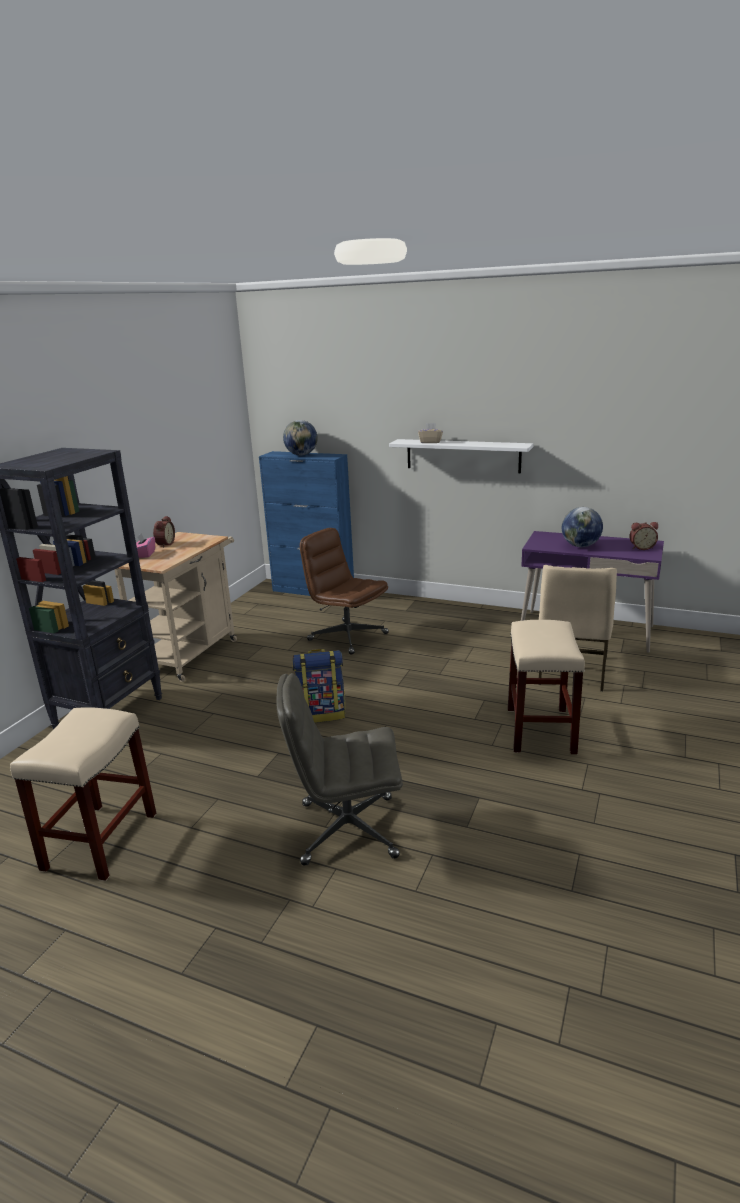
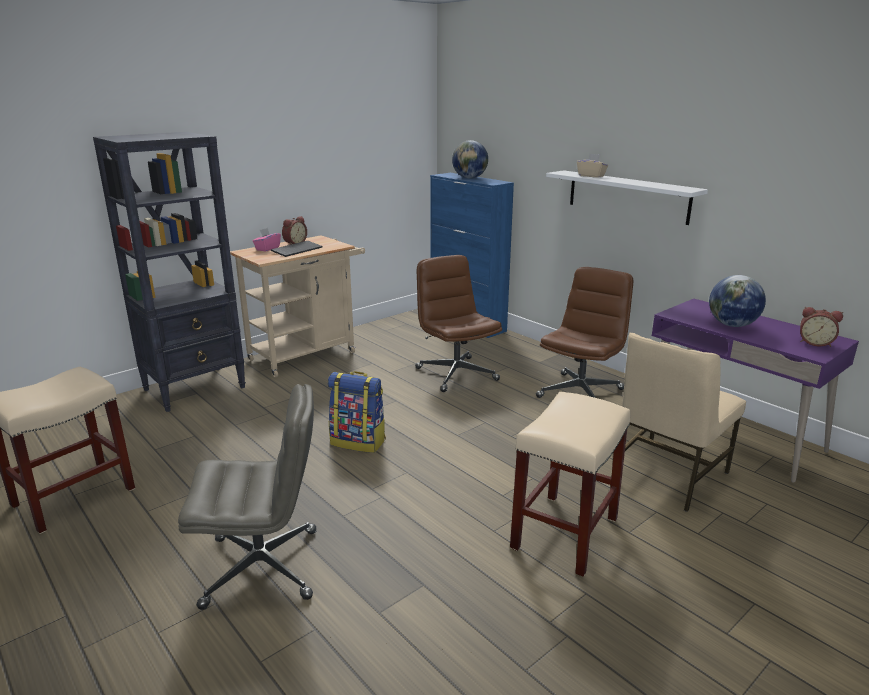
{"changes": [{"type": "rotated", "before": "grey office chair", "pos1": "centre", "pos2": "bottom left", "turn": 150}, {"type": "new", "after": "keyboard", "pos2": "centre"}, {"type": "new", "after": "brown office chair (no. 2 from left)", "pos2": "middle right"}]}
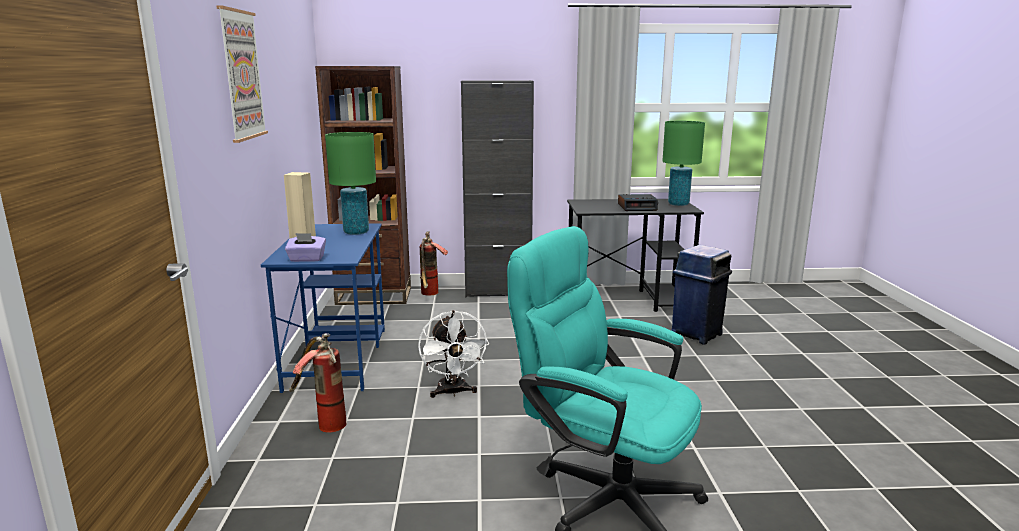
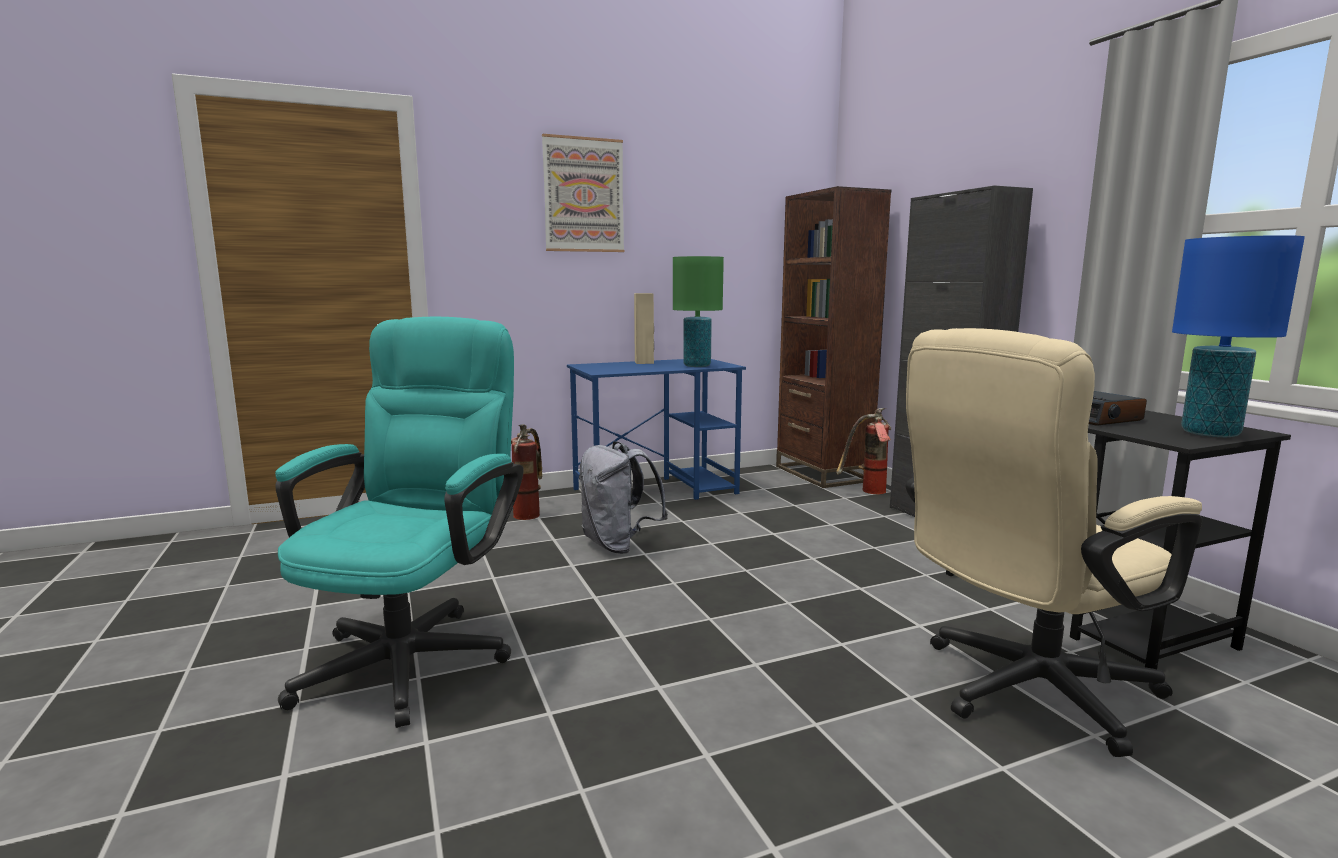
{"changes": [{"type": "swapped", "before": "white fan", "after": "grey backpack", "pos1": "bottom centre", "pos2": "centre"}, {"type": "swapped", "before": "blue trash can", "after": "beige office chair", "pos1": "middle right", "pos2": "middle right"}, {"type": "repainted", "before": "green table lamp (no. 2 from left)", "after": "blue table lamp", "pos1": "top right", "pos2": "middle right"}, {"type": "gone", "before": "purple tissue box", "pos1": "middle left"}]}
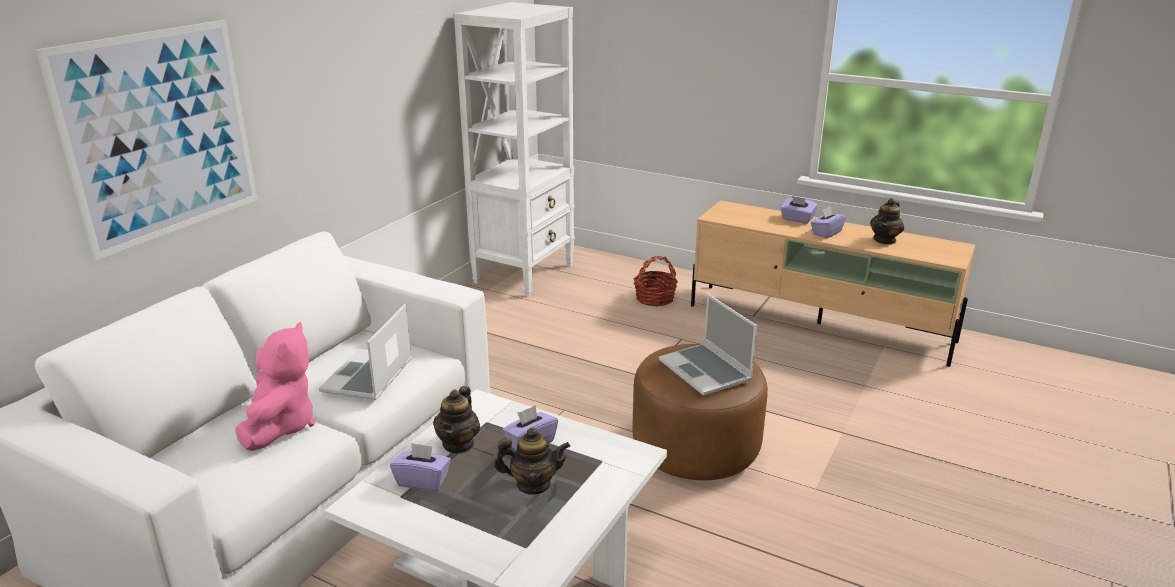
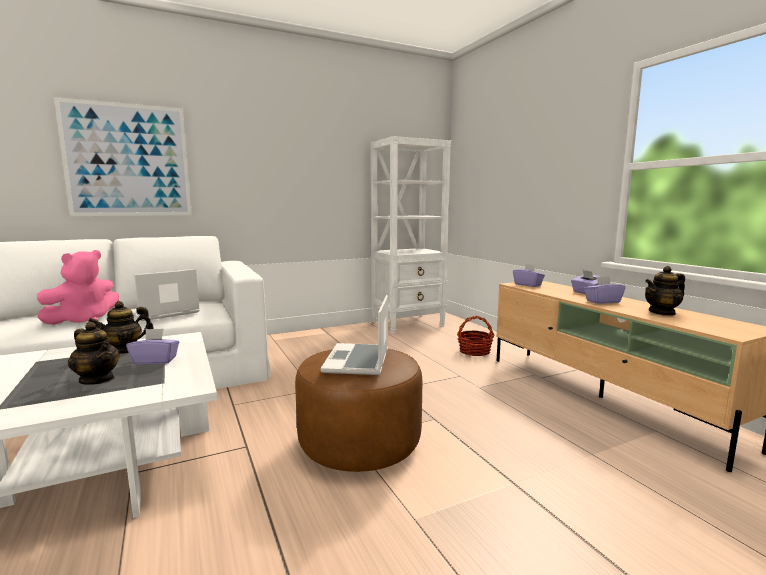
{"changes": [{"type": "shifted", "before": "purple tissue box (no. 1 from left in the first image)", "after": "purple tissue box (no. 2 from left)", "pos1": "bottom centre", "pos2": "middle right"}]}
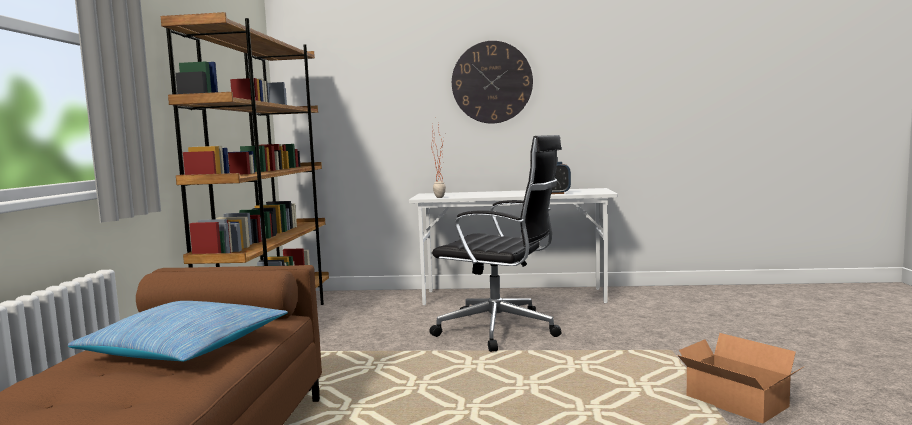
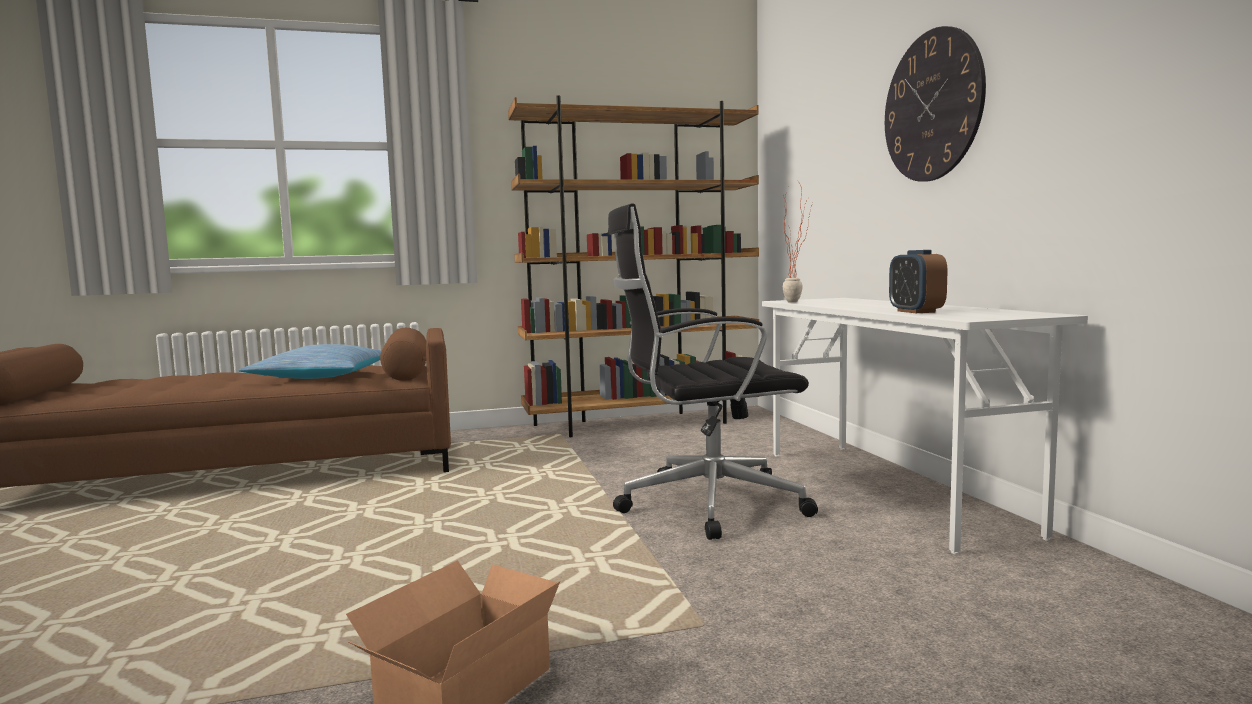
{"changes": [{"type": "rotated", "before": "black office chair", "pos1": "centre", "pos2": "centre", "turn": 75}]}
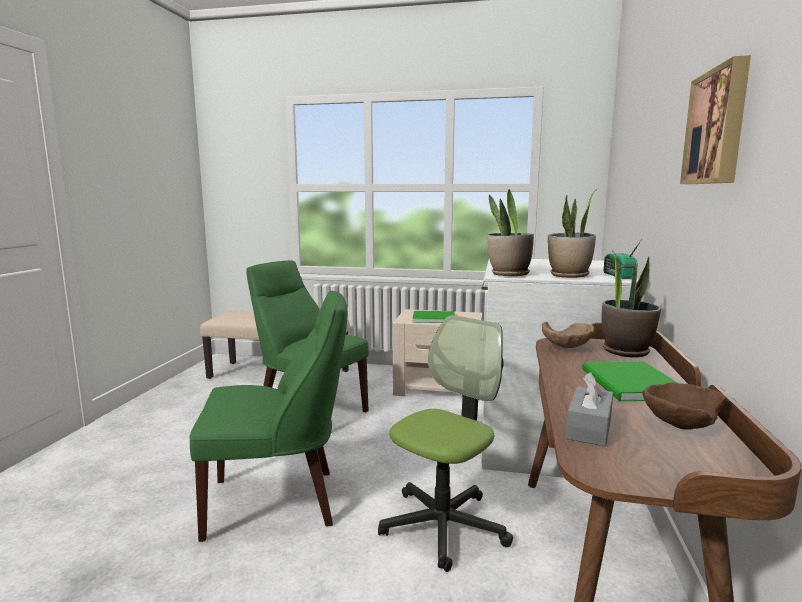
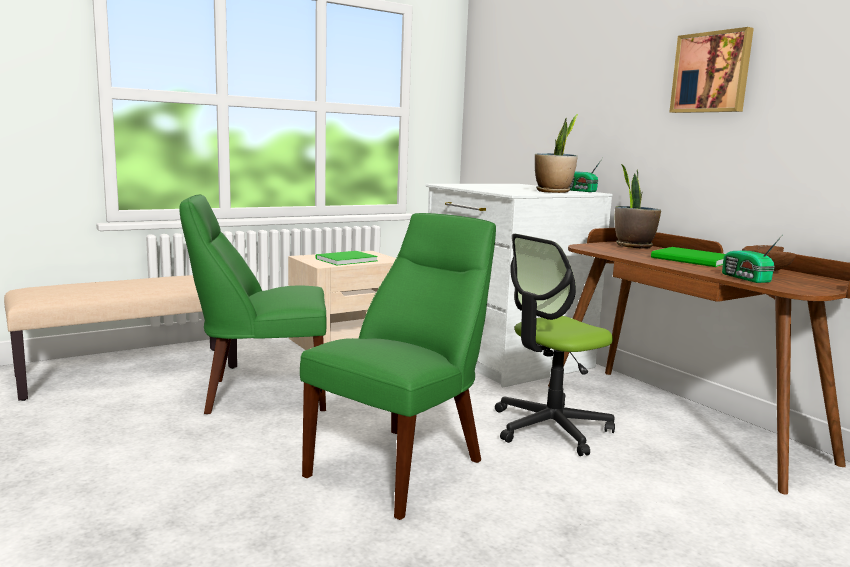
{"changes": [{"type": "rotated", "before": "office chair", "pos1": "bottom centre", "pos2": "centre", "turn": -120}, {"type": "swapped", "before": "grey tissue box", "after": "radio (no. 2 from left)", "pos1": "bottom right", "pos2": "middle right"}, {"type": "gone", "before": "potted plant (no. 1 from left)", "pos1": "centre"}, {"type": "gone", "before": "brown bowl (no. 1 from left)", "pos1": "middle right"}]}
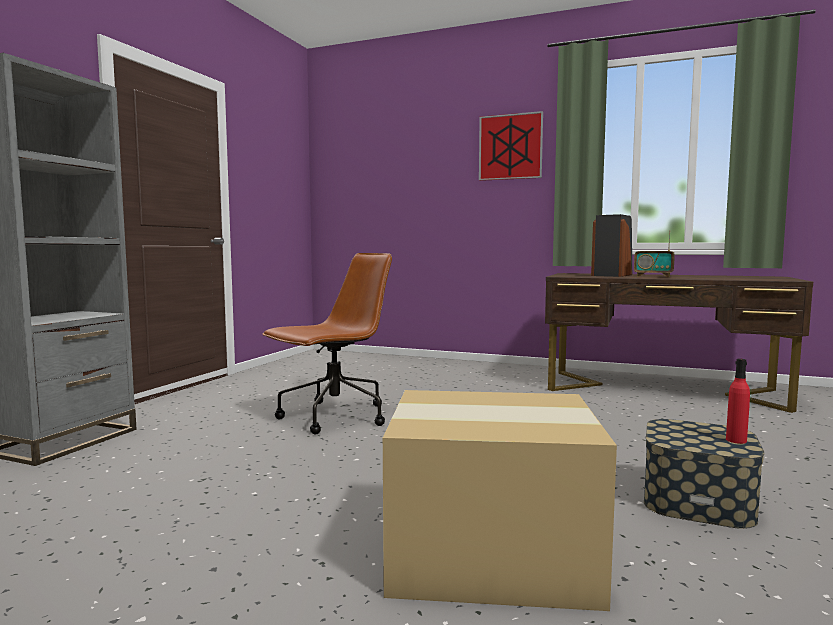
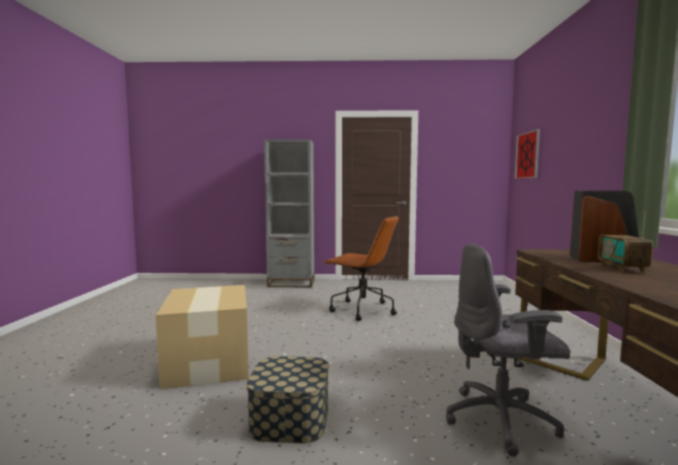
{"changes": [{"type": "new", "after": "grey office chair", "pos2": "bottom right"}, {"type": "shifted", "before": "picture", "pos1": "top centre", "pos2": "top right"}, {"type": "gone", "before": "red bottle", "pos1": "middle right"}]}
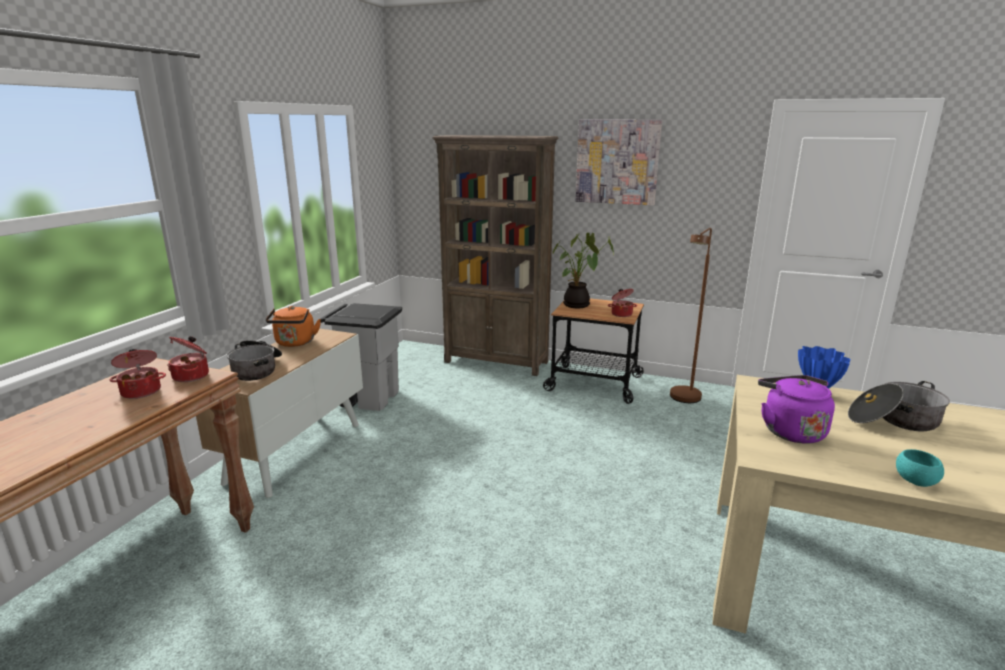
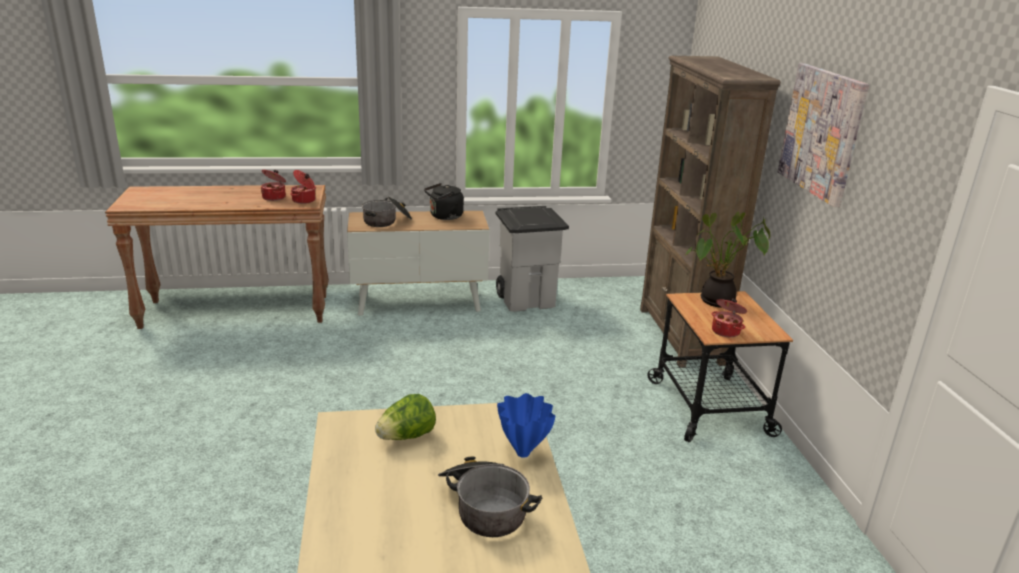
{"changes": [{"type": "swapped", "before": "purple kettle", "after": "lettuce", "pos1": "middle right", "pos2": "bottom centre"}, {"type": "repainted", "before": "orange kettle", "after": "black kettle", "pos1": "middle left", "pos2": "centre"}, {"type": "gone", "before": "brown floor lamp", "pos1": "middle right"}, {"type": "gone", "before": "turquoise bowl", "pos1": "bottom right"}]}
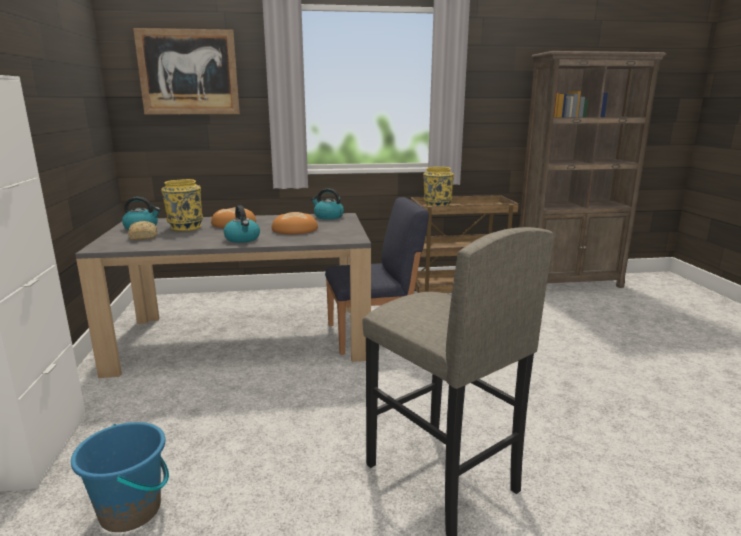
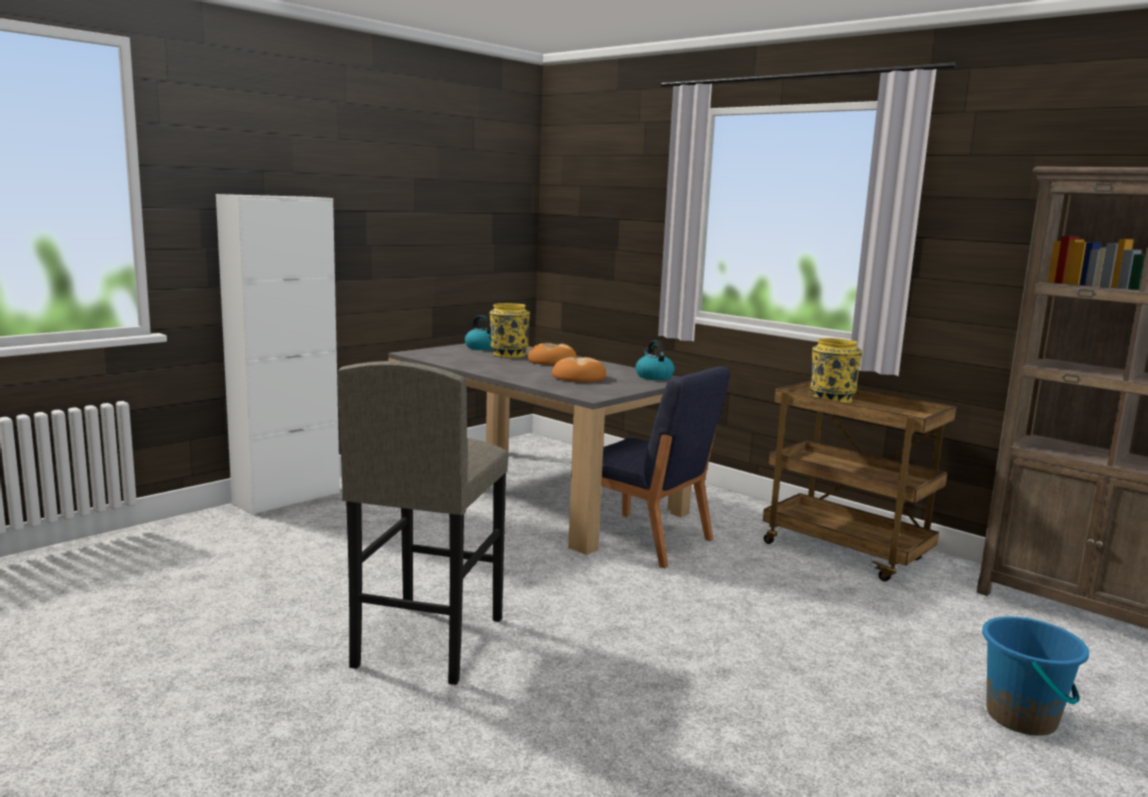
{"changes": [{"type": "shifted", "before": "blue bucket", "pos1": "bottom left", "pos2": "bottom right"}, {"type": "gone", "before": "bread (no. 1 from left)", "pos1": "middle left"}, {"type": "gone", "before": "picture", "pos1": "top left"}, {"type": "gone", "before": "kettle (no. 2 from left)", "pos1": "middle left"}]}
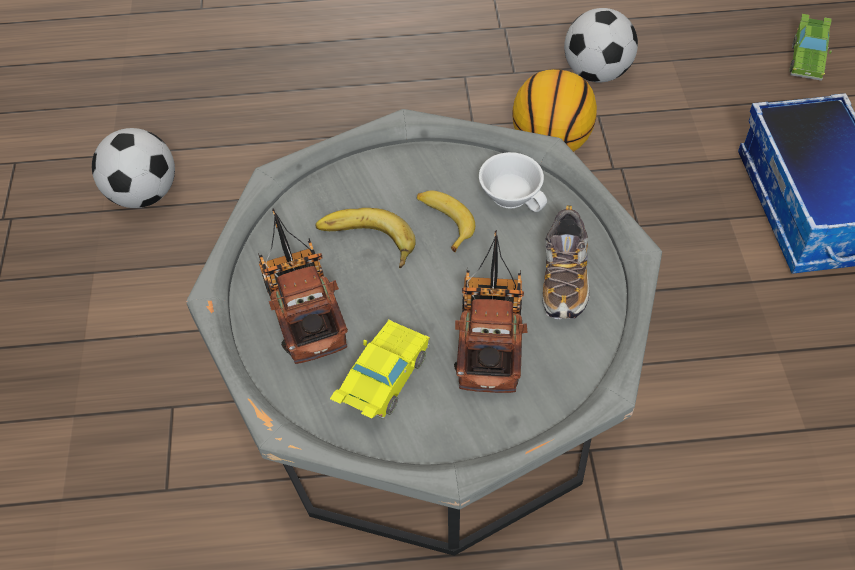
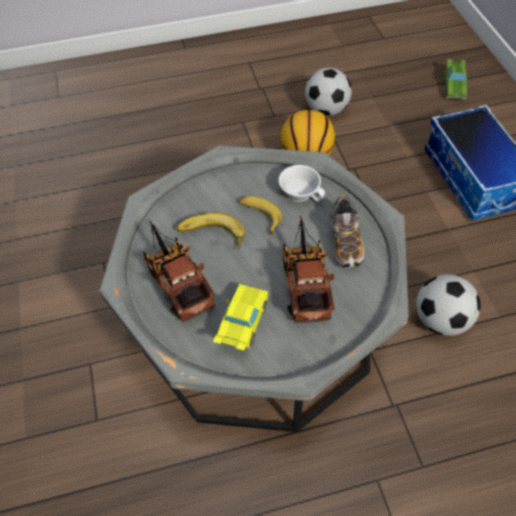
{"changes": [{"type": "shifted", "before": "football (no. 1 from left in the first image)", "after": "football (no. 2 from left)", "pos1": "top left", "pos2": "middle right"}]}
